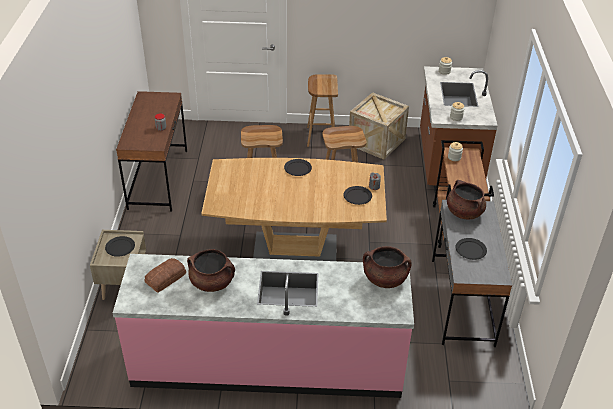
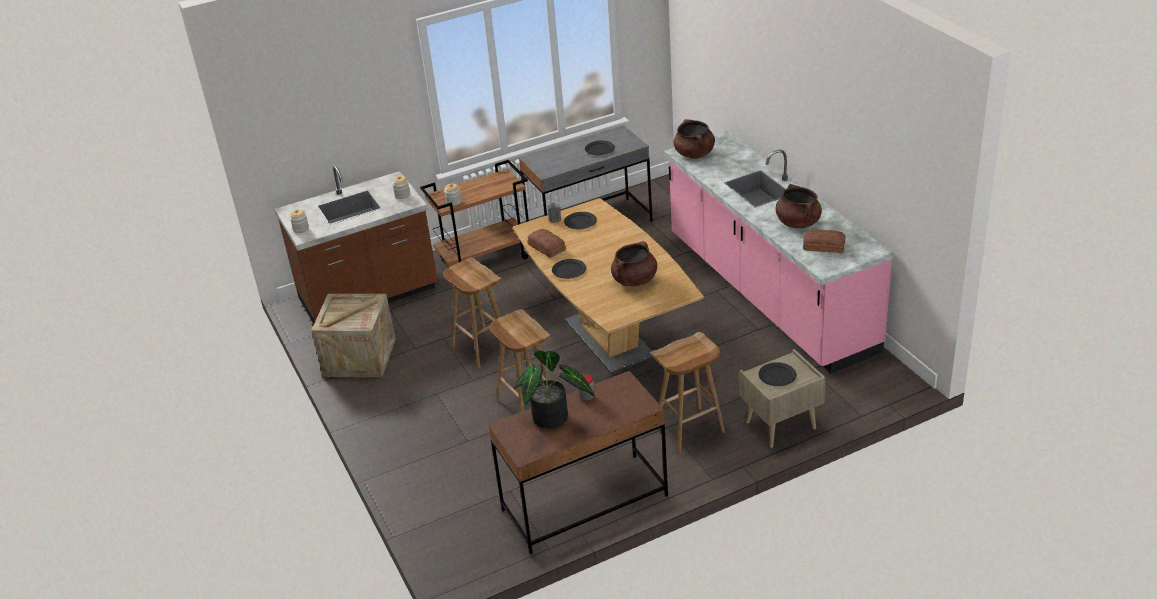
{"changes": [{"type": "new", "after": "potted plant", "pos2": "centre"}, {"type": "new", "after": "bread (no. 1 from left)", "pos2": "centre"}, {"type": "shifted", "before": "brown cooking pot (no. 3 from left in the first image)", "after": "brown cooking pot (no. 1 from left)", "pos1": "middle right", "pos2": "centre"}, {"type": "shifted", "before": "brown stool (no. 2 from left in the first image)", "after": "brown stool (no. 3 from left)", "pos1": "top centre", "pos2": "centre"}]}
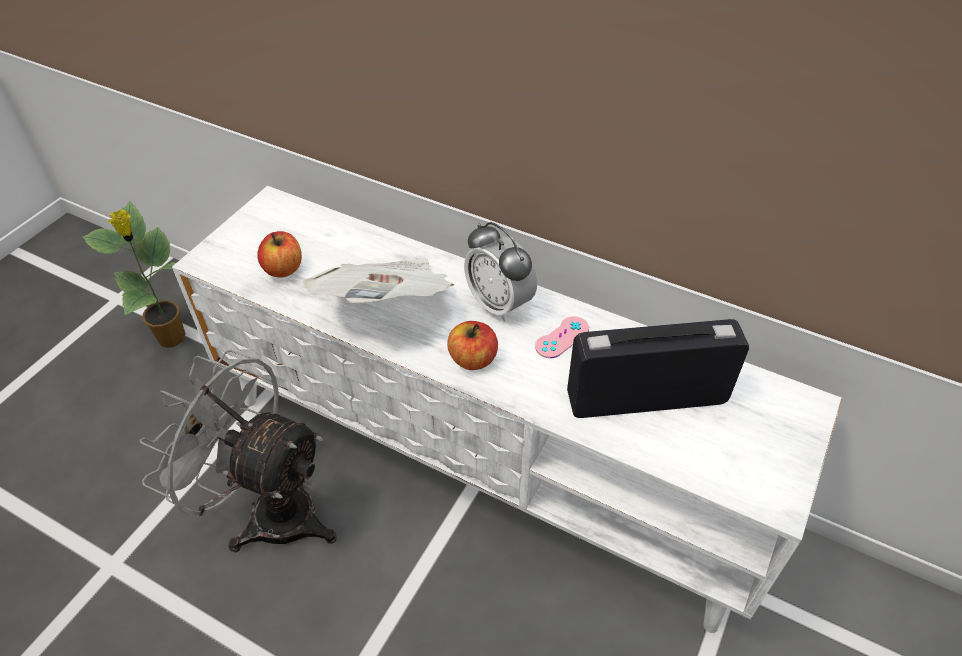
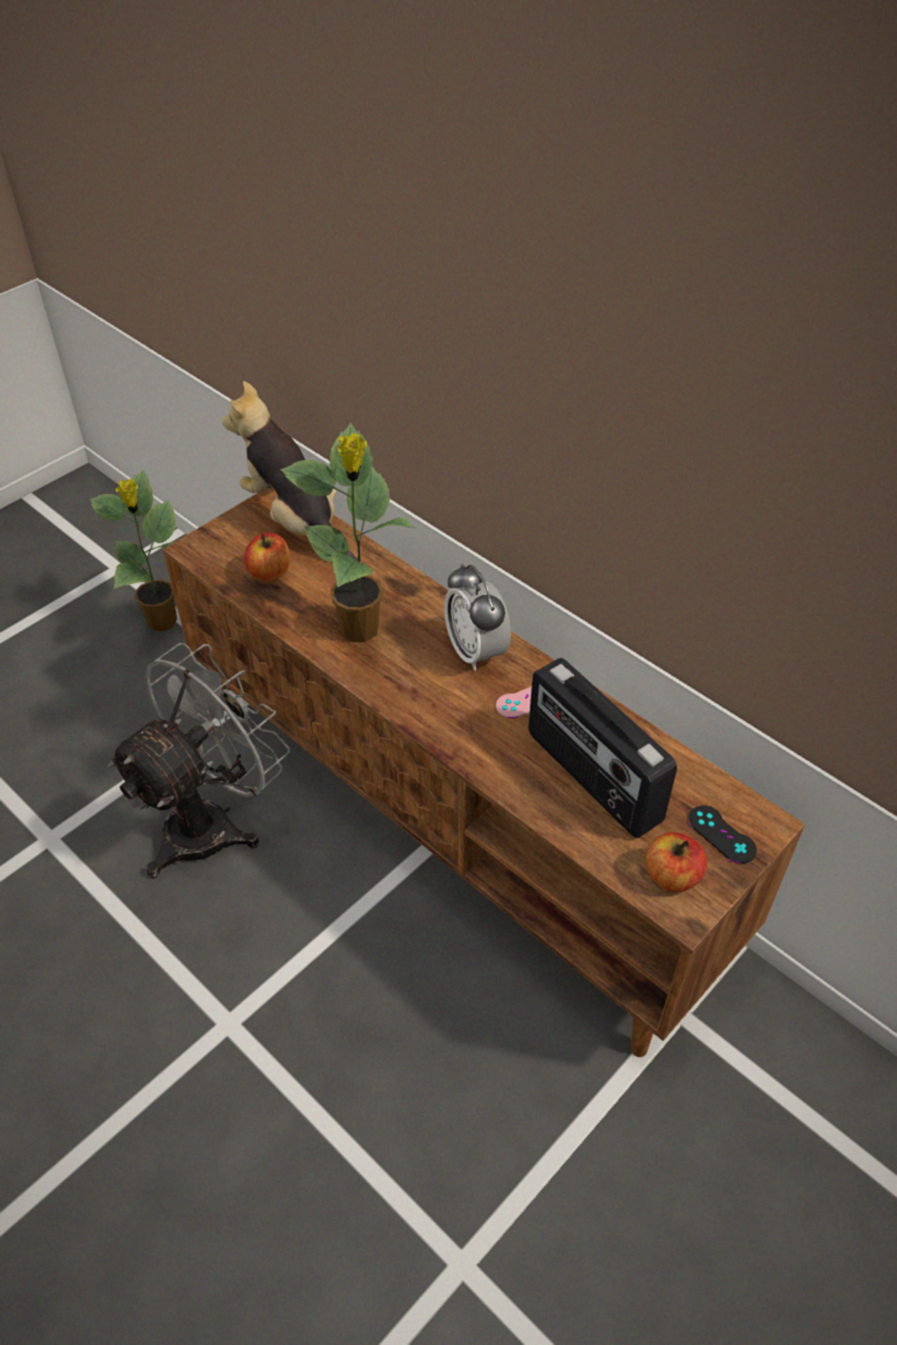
{"changes": [{"type": "rotated", "before": "grey fan", "pos1": "bottom left", "pos2": "middle left", "turn": 90}, {"type": "repainted", "before": "white tv stand", "after": "brown tv stand", "pos1": "centre", "pos2": "centre"}, {"type": "new", "after": "plush toy", "pos2": "middle left"}, {"type": "swapped", "before": "newspaper", "after": "potted plant (no. 2 from left)", "pos1": "centre", "pos2": "centre"}, {"type": "rotated", "before": "radio", "pos1": "middle right", "pos2": "middle right", "turn": -135}, {"type": "shifted", "before": "apple (no. 2 from left)", "pos1": "centre", "pos2": "middle right"}, {"type": "new", "after": "black game controller", "pos2": "middle right"}]}
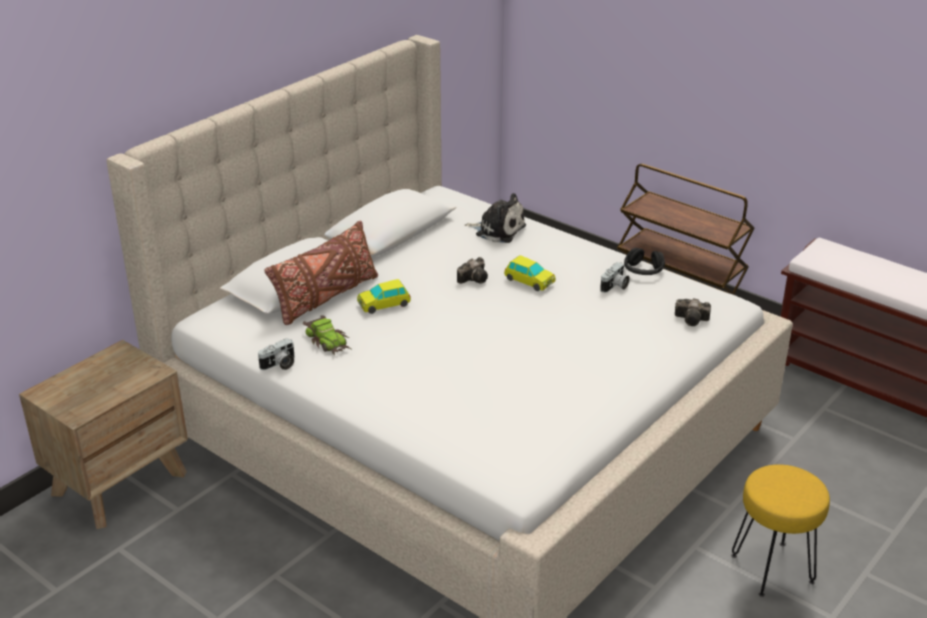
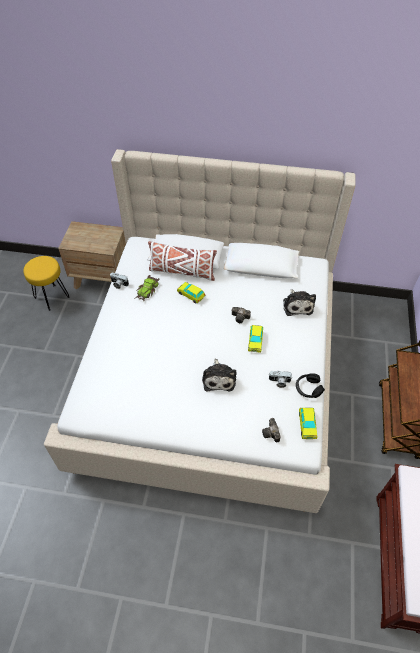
{"changes": [{"type": "shifted", "before": "yellow stool", "pos1": "bottom right", "pos2": "middle left"}, {"type": "repainted", "before": "brown pillow", "after": "white pillow", "pos1": "centre", "pos2": "centre"}, {"type": "new", "after": "plush toy (no. 1 from left)", "pos2": "centre"}, {"type": "new", "after": "toy car (no. 4 from left)", "pos2": "middle right"}]}
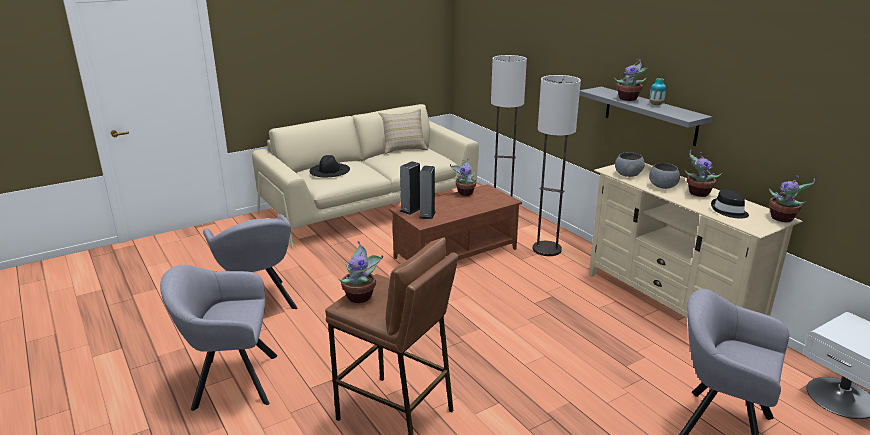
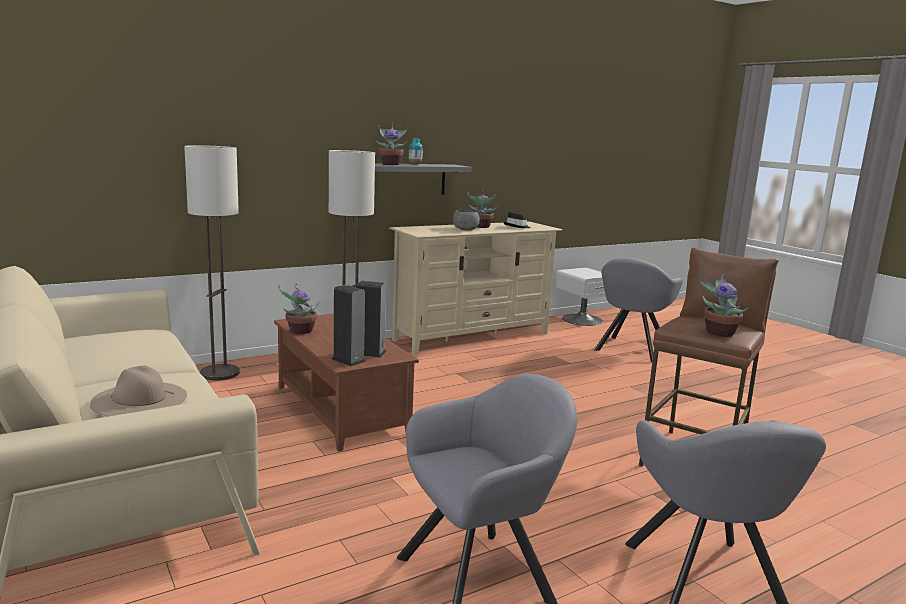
{"changes": [{"type": "repainted", "before": "black hat (no. 1 from left)", "after": "beige hat", "pos1": "centre", "pos2": "middle left"}, {"type": "gone", "before": "beige pillow", "pos1": "top centre"}, {"type": "gone", "before": "grey bowl (no. 1 from left)", "pos1": "middle right"}, {"type": "gone", "before": "potted plant (no. 5 from left)", "pos1": "middle right"}]}
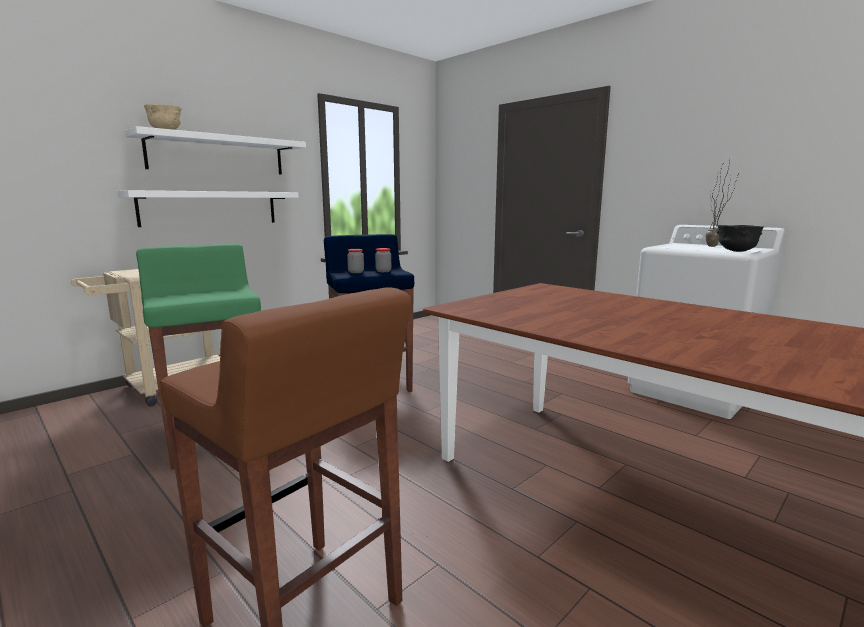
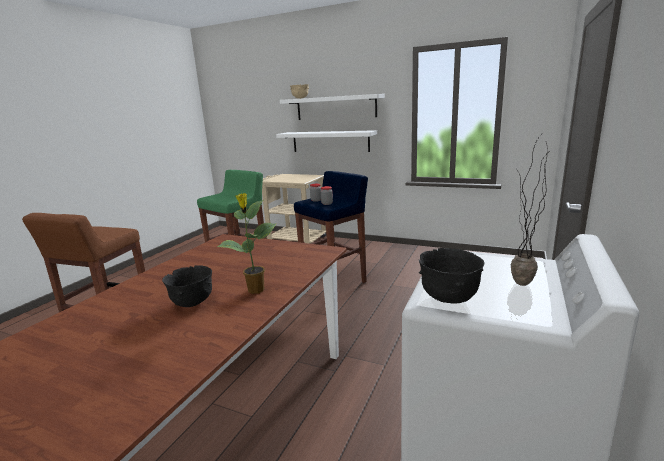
{"changes": [{"type": "new", "after": "black bowl (no. 1 from left)", "pos2": "middle left"}, {"type": "new", "after": "potted plant (no. 1 from left)", "pos2": "centre"}]}
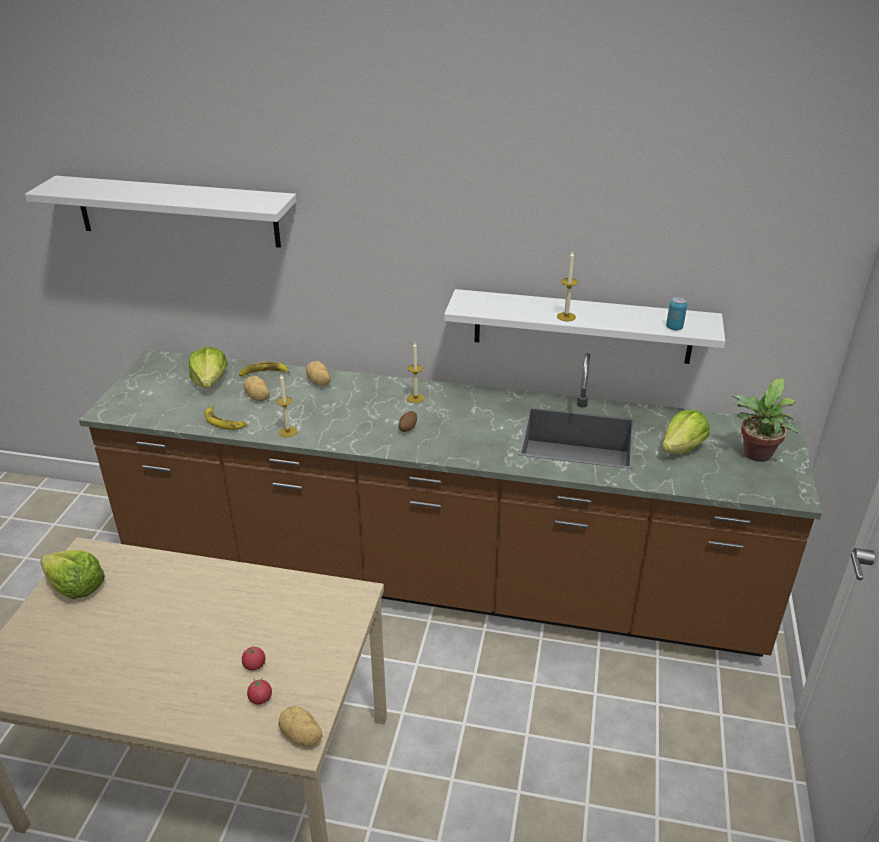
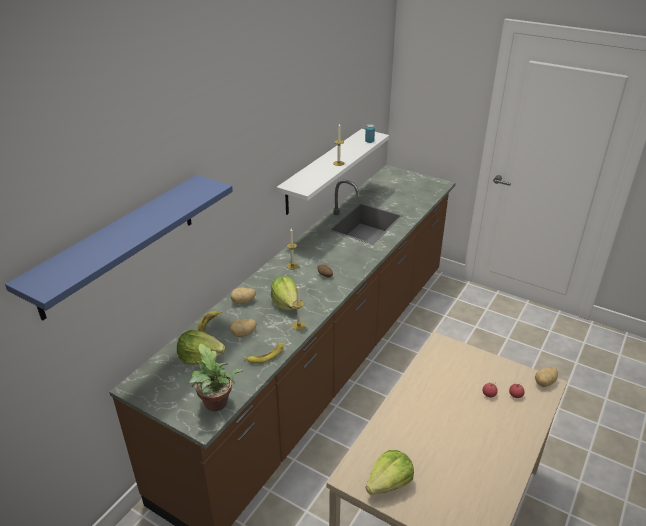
{"changes": [{"type": "repainted", "before": "white shelf (no. 1 from left)", "after": "blue shelf", "pos1": "top left", "pos2": "middle left"}, {"type": "shifted", "before": "potted plant", "pos1": "middle right", "pos2": "bottom centre"}, {"type": "shifted", "before": "lettuce (no. 3 from left in the first image)", "after": "lettuce (no. 2 from left)", "pos1": "middle right", "pos2": "centre"}]}
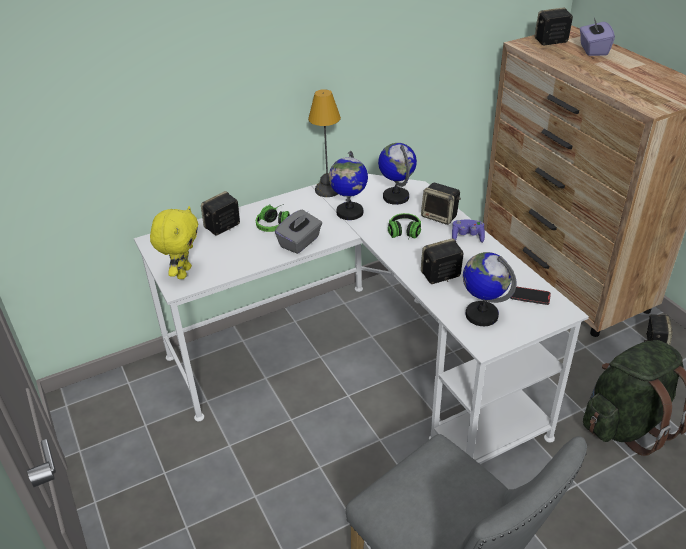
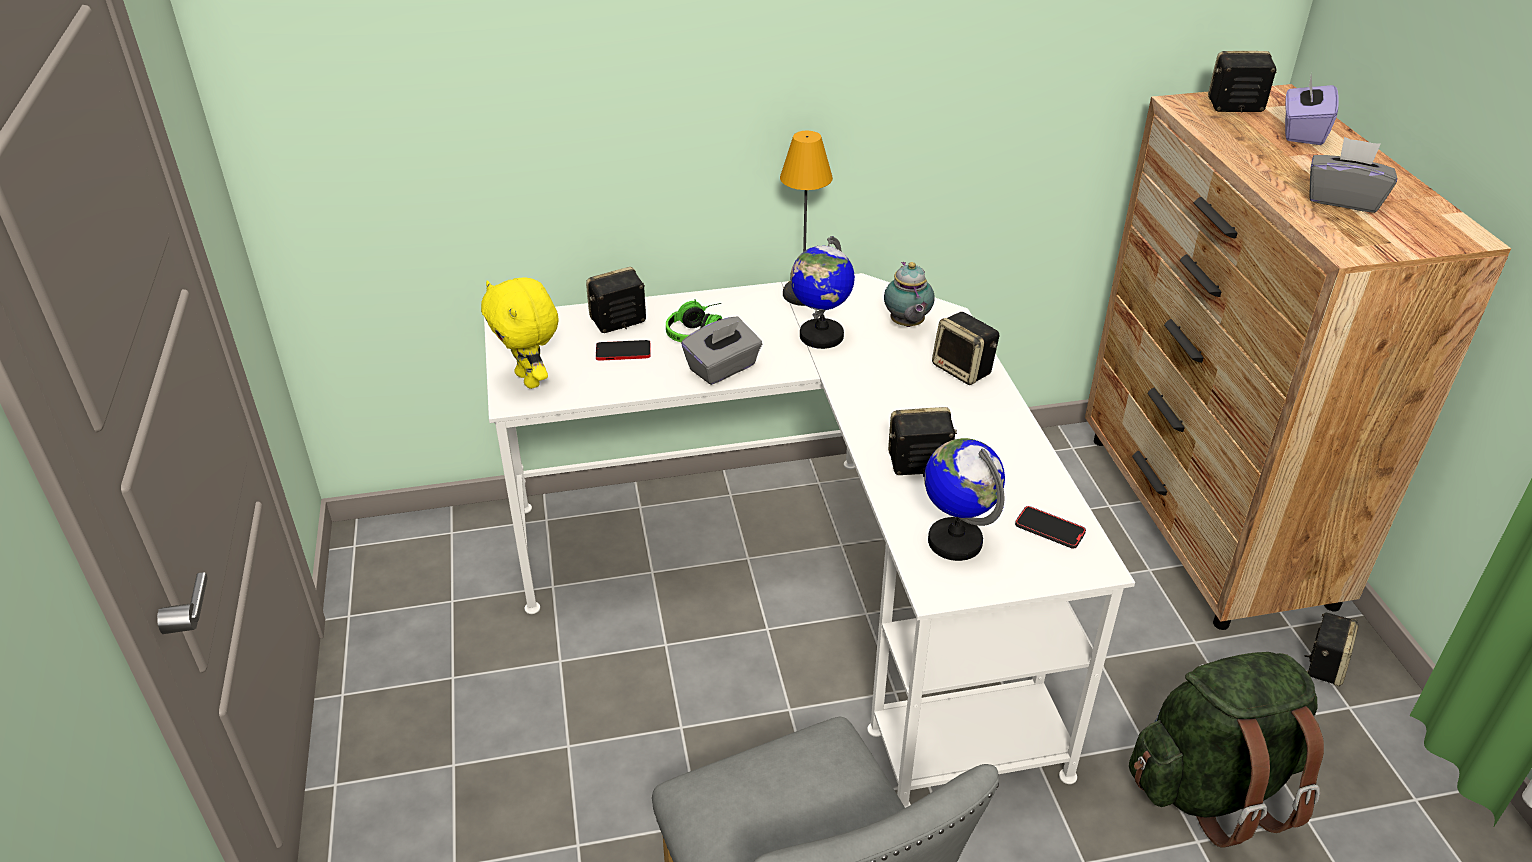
{"changes": [{"type": "rotated", "before": "yellow plush toy", "pos1": "middle left", "pos2": "centre", "turn": 120}, {"type": "new", "after": "phone (no. 1 from left)", "pos2": "centre"}, {"type": "swapped", "before": "globe (no. 2 from left)", "after": "teapot", "pos1": "top centre", "pos2": "centre"}, {"type": "new", "after": "grey tissue box (no. 2 from left)", "pos2": "top right"}, {"type": "gone", "before": "headphones (no. 2 from left)", "pos1": "centre"}, {"type": "gone", "before": "purple game controller", "pos1": "middle right"}]}
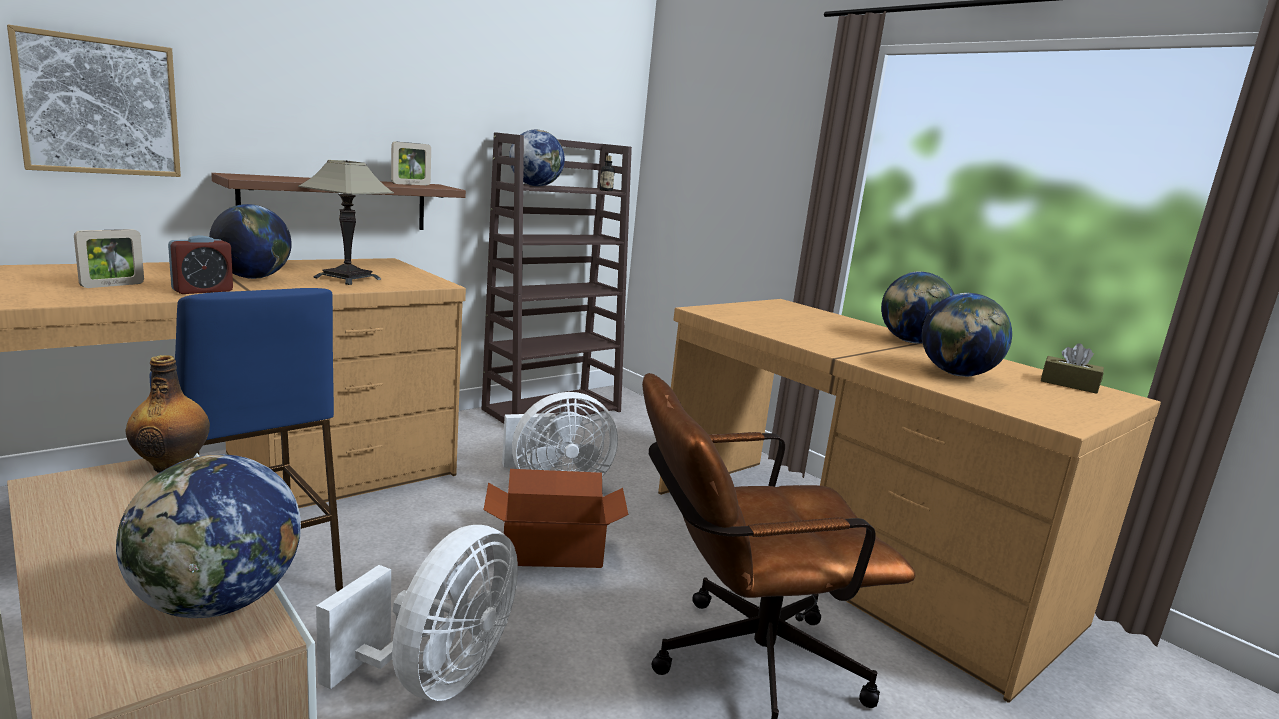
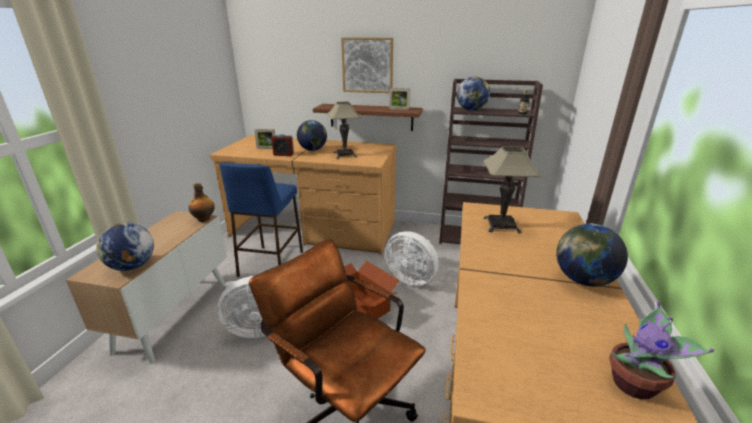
{"changes": [{"type": "shifted", "before": "picture", "pos1": "top left", "pos2": "top centre"}, {"type": "new", "after": "table lamp (no. 2 from left)", "pos2": "middle right"}, {"type": "swapped", "before": "brown tissue box", "after": "potted plant", "pos1": "middle right", "pos2": "bottom right"}, {"type": "gone", "before": "globe (no. 5 from left)", "pos1": "middle right"}]}
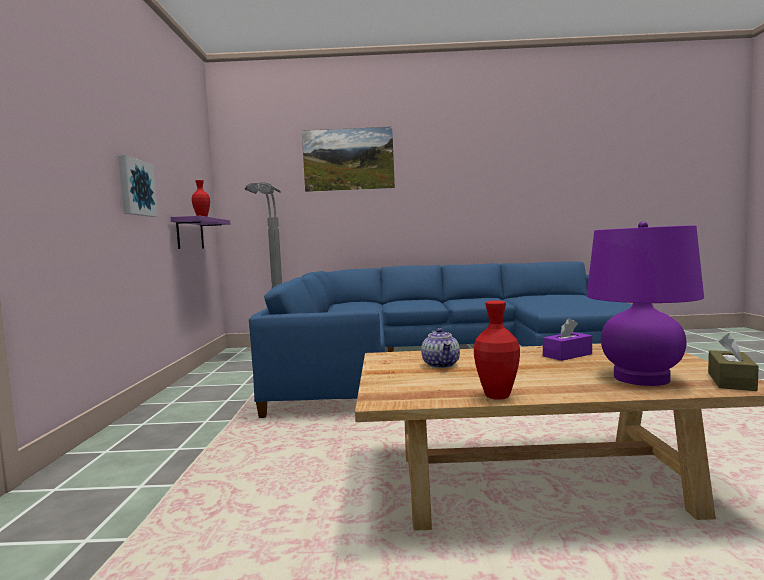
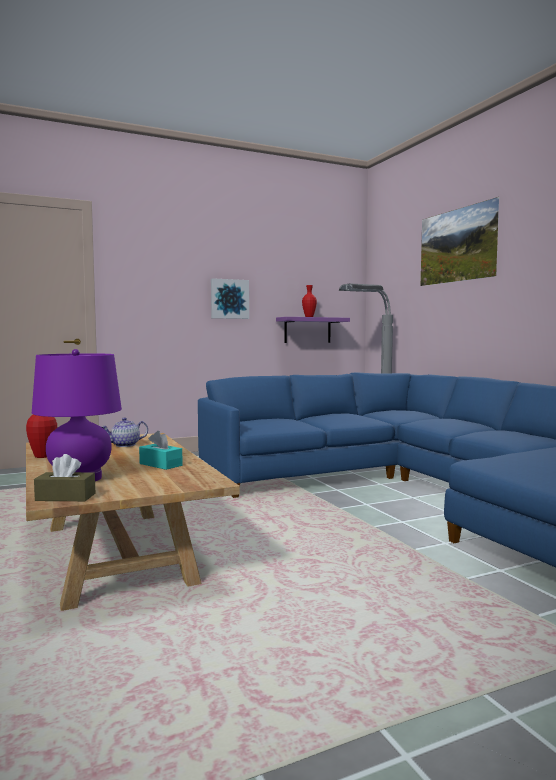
{"changes": [{"type": "repainted", "before": "purple tissue box", "after": "turquoise tissue box", "pos1": "middle right", "pos2": "middle left"}]}
